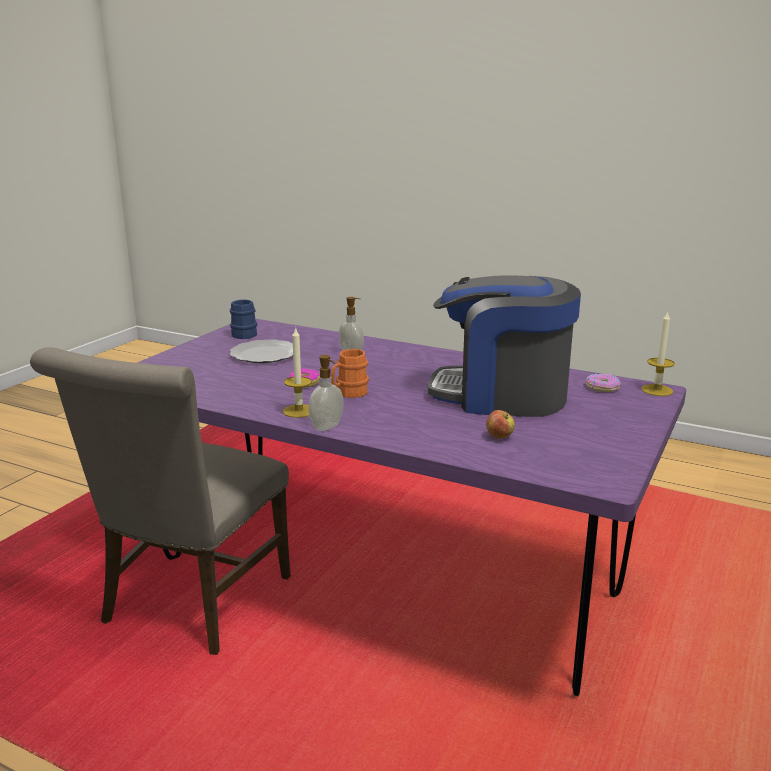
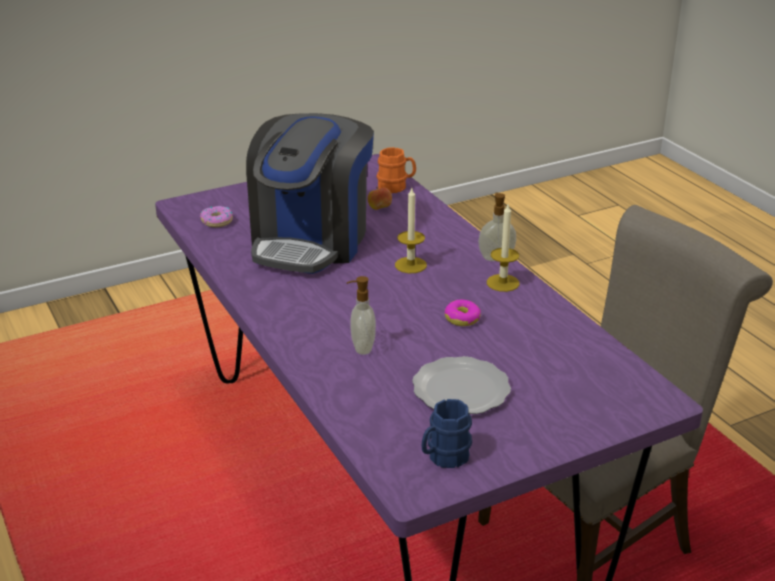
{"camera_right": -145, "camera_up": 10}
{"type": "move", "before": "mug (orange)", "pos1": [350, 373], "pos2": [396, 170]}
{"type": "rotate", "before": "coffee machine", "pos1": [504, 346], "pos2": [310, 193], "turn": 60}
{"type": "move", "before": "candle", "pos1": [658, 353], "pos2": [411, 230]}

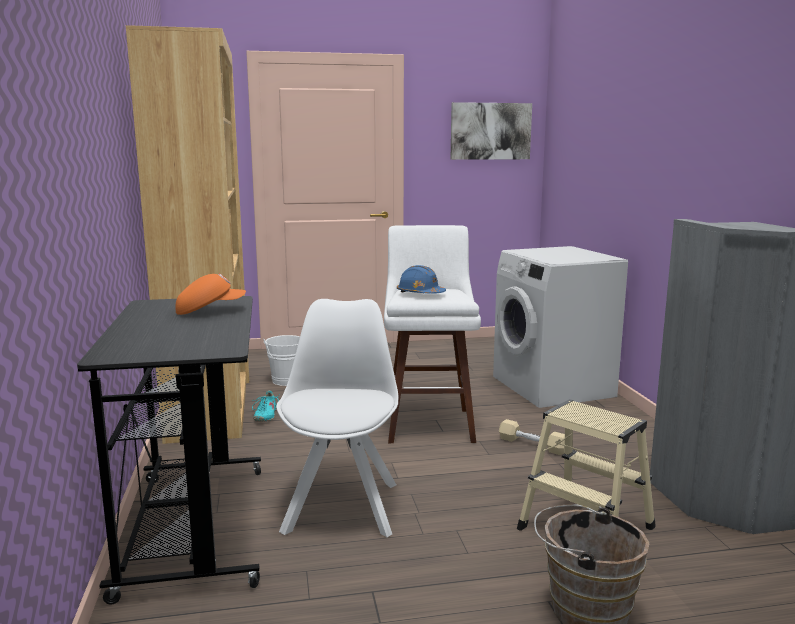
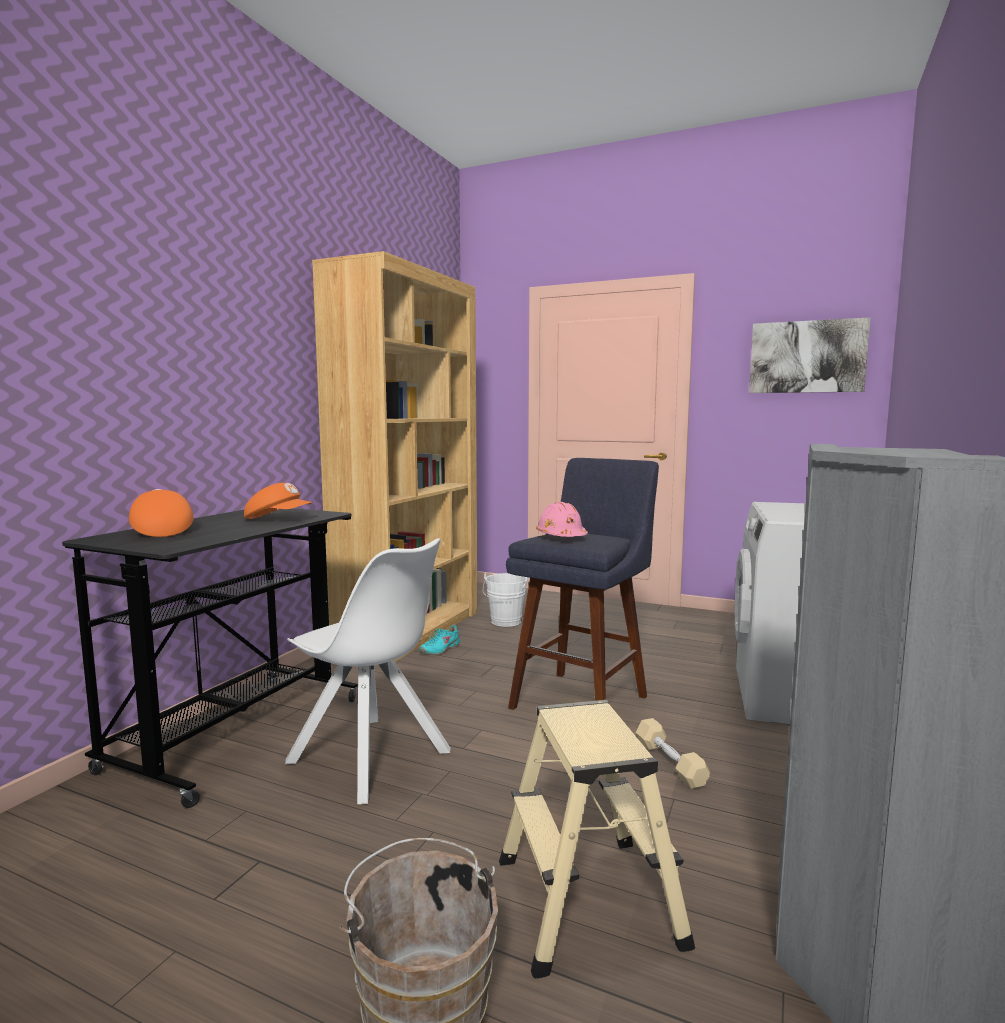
{"camera_right": 35, "camera_up": -5}
{"type": "rotate", "before": "chair (white)", "pos1": [337, 418], "pos2": [368, 671], "turn": 90}
{"type": "recolor", "before": "stool (white)", "after": "stool (blue)", "pos1": [432, 334], "pos2": [582, 584]}
{"type": "recolor", "before": "hard hat (blue)", "after": "hard hat (pink)", "pos1": [421, 279], "pos2": [562, 519]}
{"type": "insert", "after": "cap (orange)", "pos2": [161, 513]}

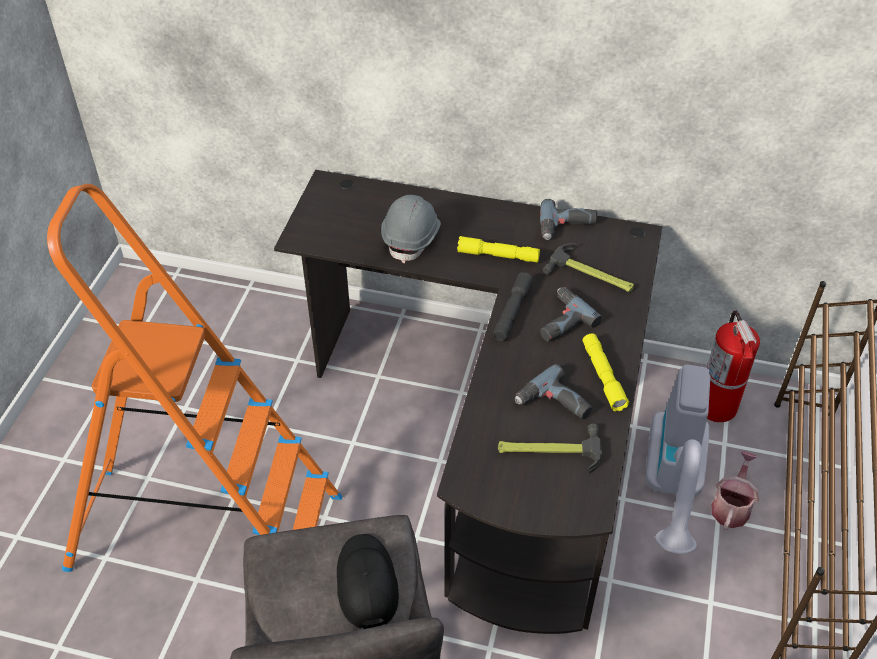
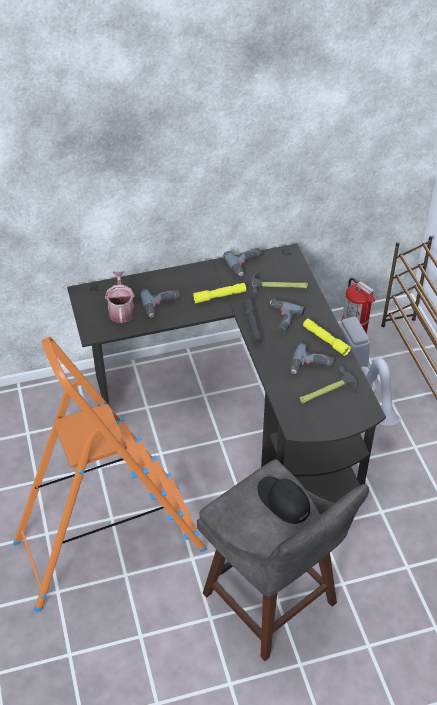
{"camera_right": -30, "camera_up": 0}
{"type": "replace", "before": "hard hat (grey)", "after": "power drill", "pos1": [411, 229], "pos2": [160, 303]}
{"type": "move", "before": "watering can", "pos1": [735, 490], "pos2": [120, 297]}

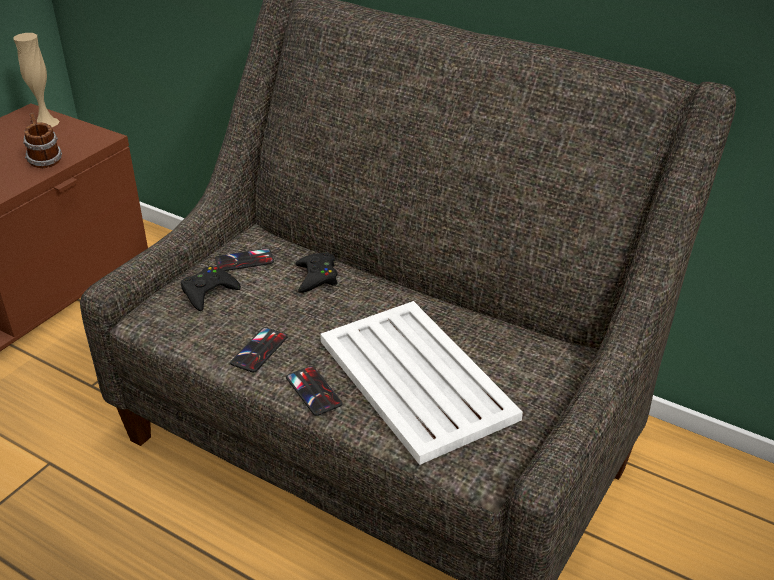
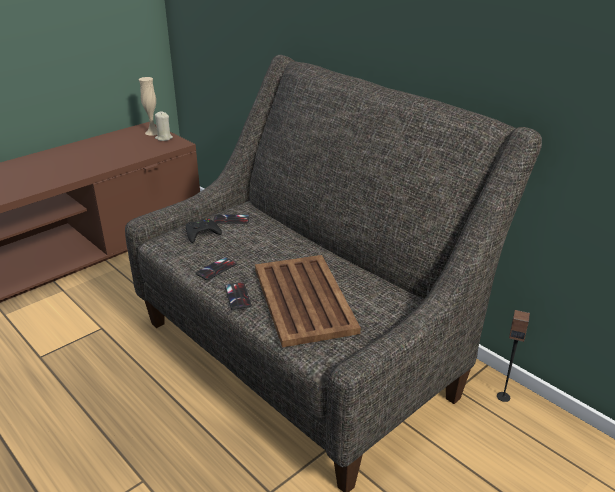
{"camera_right": 15, "camera_up": -5}
{"type": "delete", "before": "mug", "pos1": [42, 140]}
{"type": "delete", "before": "game controller (black)", "pos1": [317, 272]}
{"type": "recolor", "before": "tray (white)", "after": "tray (brown)", "pos1": [421, 383], "pos2": [308, 301]}
{"type": "insert", "after": "candle (beige)", "pos2": [164, 126]}
{"type": "insert", "after": "speaker", "pos2": [513, 356]}

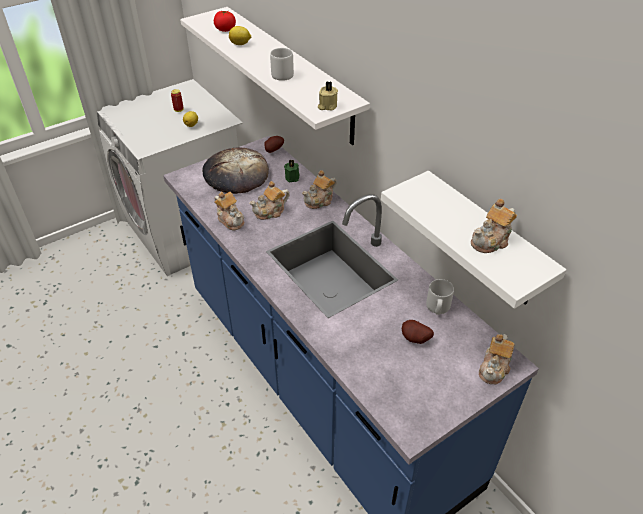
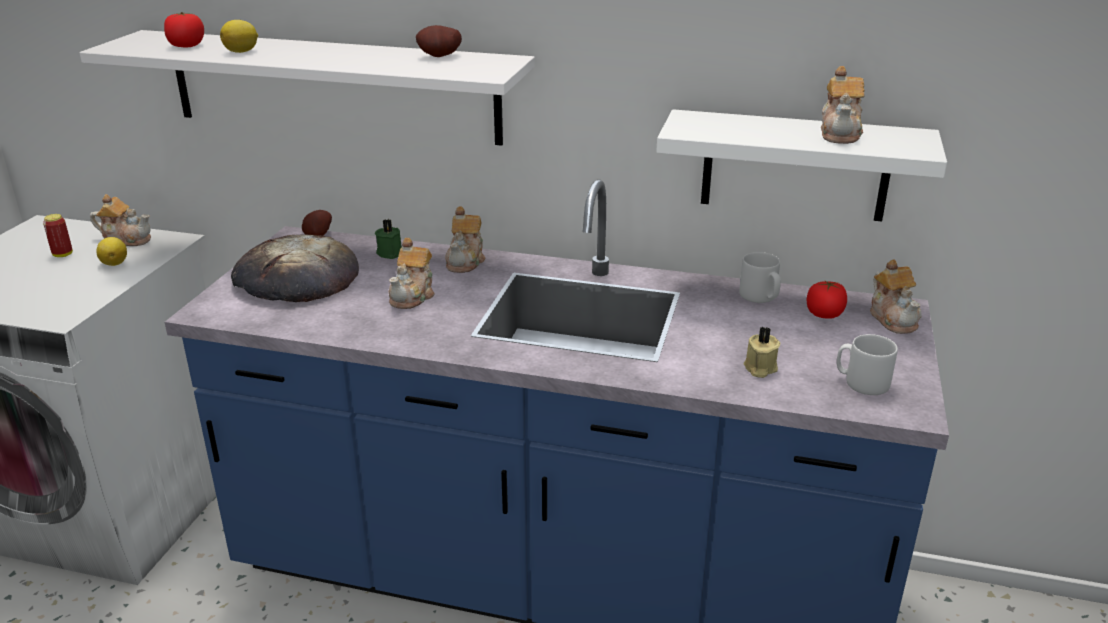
{"camera_right": -40, "camera_up": -15}
{"type": "move", "before": "teapot", "pos1": [229, 211], "pos2": [120, 220]}
{"type": "move", "before": "mug (grey)", "pos1": [282, 64], "pos2": [867, 364]}
{"type": "move", "before": "candle (beige)", "pos1": [328, 96], "pos2": [762, 352]}
{"type": "move", "before": "potato", "pos1": [418, 332], "pos2": [439, 41]}
{"type": "insert", "after": "tomato", "pos2": [827, 299]}

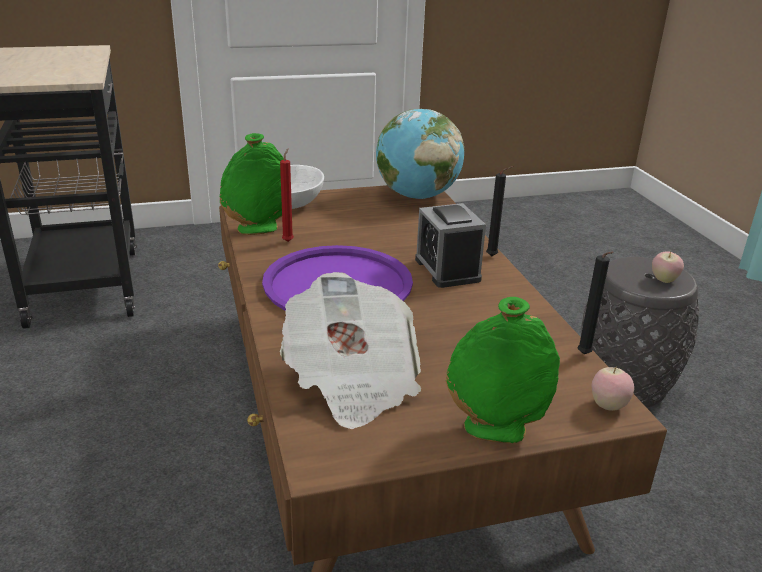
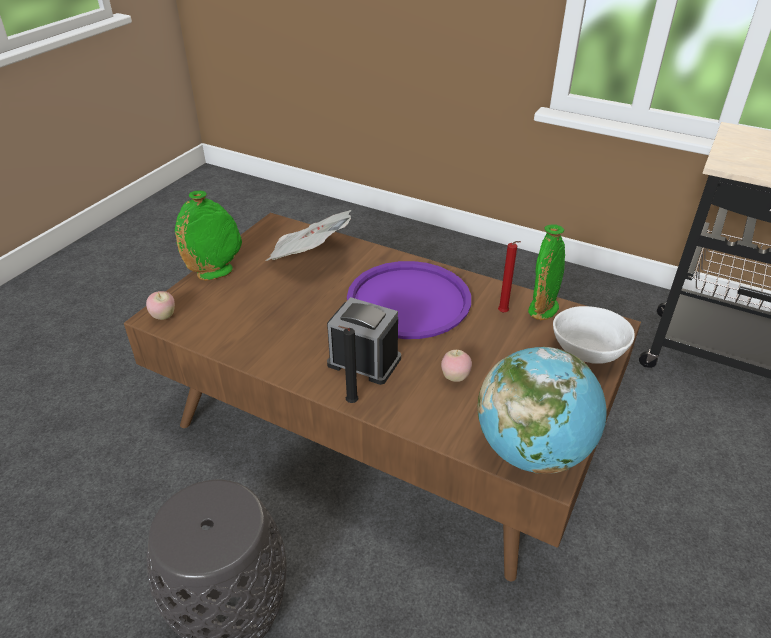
{"camera_right": 135, "camera_up": 10}
{"type": "delete", "before": "candle (black)", "pos1": [595, 303]}
{"type": "move", "before": "apple", "pos1": [668, 267], "pos2": [456, 366]}

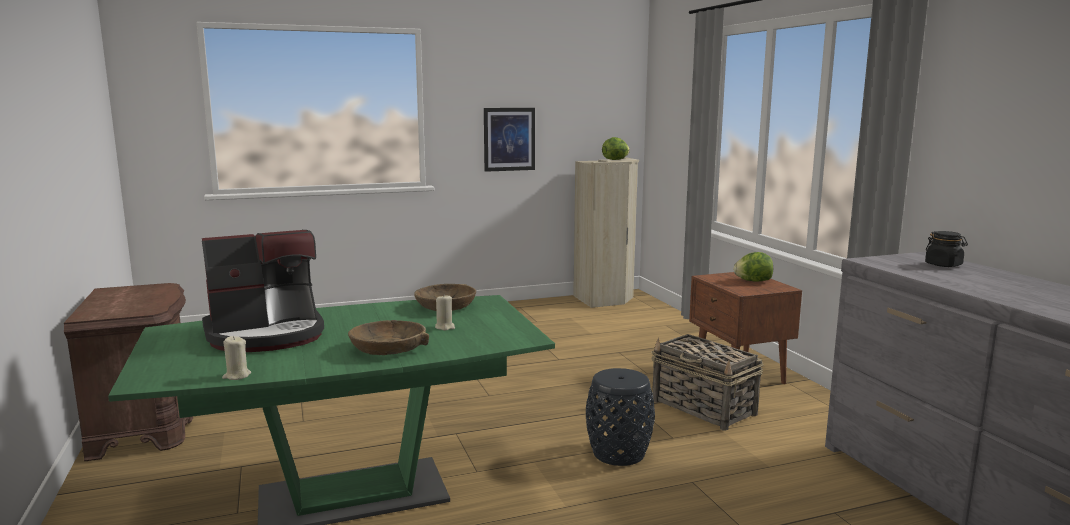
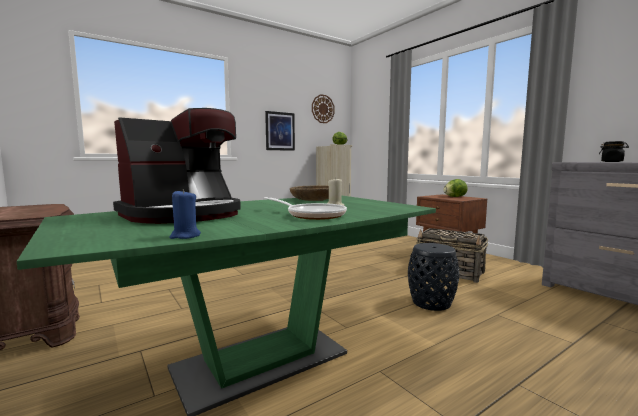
{"camera_right": -15, "camera_up": -5}
{"type": "recolor", "before": "candle (beige)", "after": "candle (blue)", "pos1": [236, 358], "pos2": [185, 214]}
{"type": "replace", "before": "bowl (brown)", "after": "frying pan", "pos1": [388, 337], "pos2": [305, 208]}
{"type": "insert", "after": "wall clock", "pos2": [323, 108]}

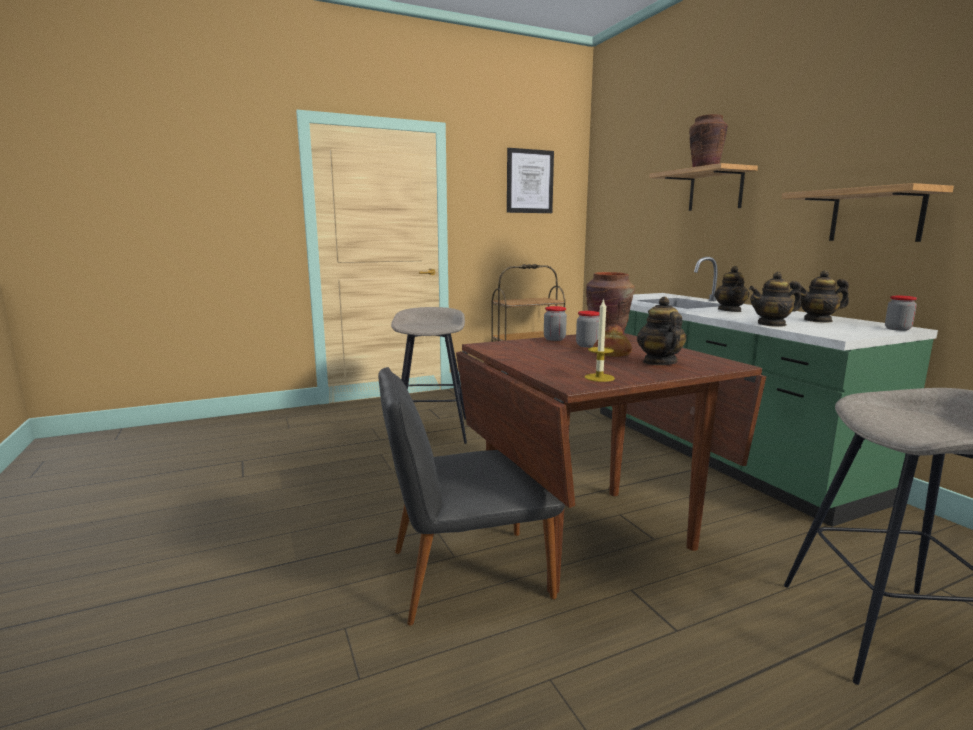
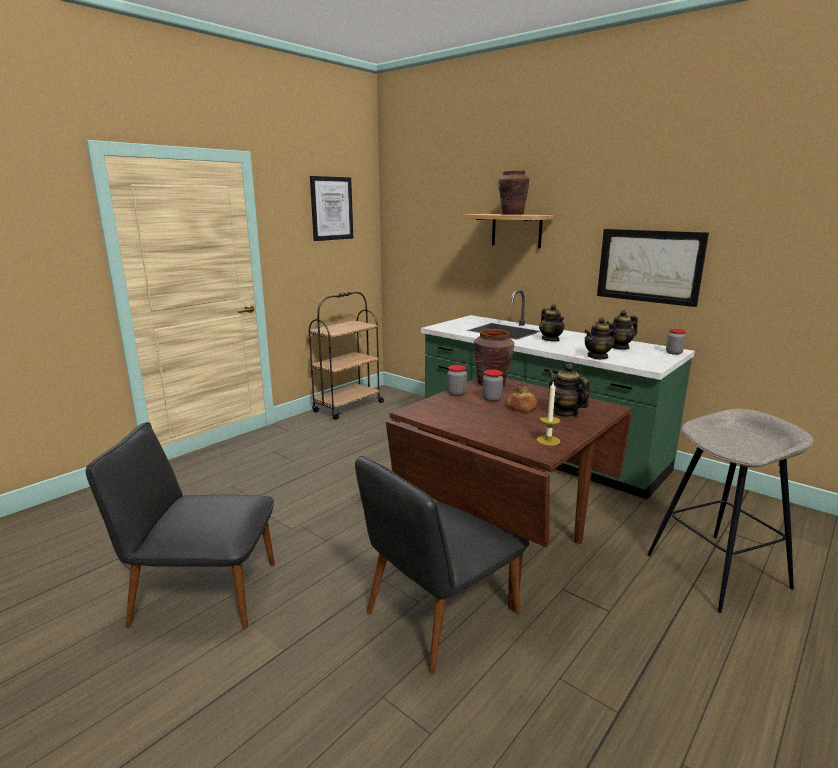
{"camera_right": -25, "camera_up": 5}
{"type": "delete", "before": "stool (grey)", "pos1": [429, 375]}
{"type": "replace", "before": "shelf", "after": "picture", "pos1": [868, 212], "pos2": [653, 268]}
{"type": "insert", "after": "chair (black)", "pos2": [180, 525]}

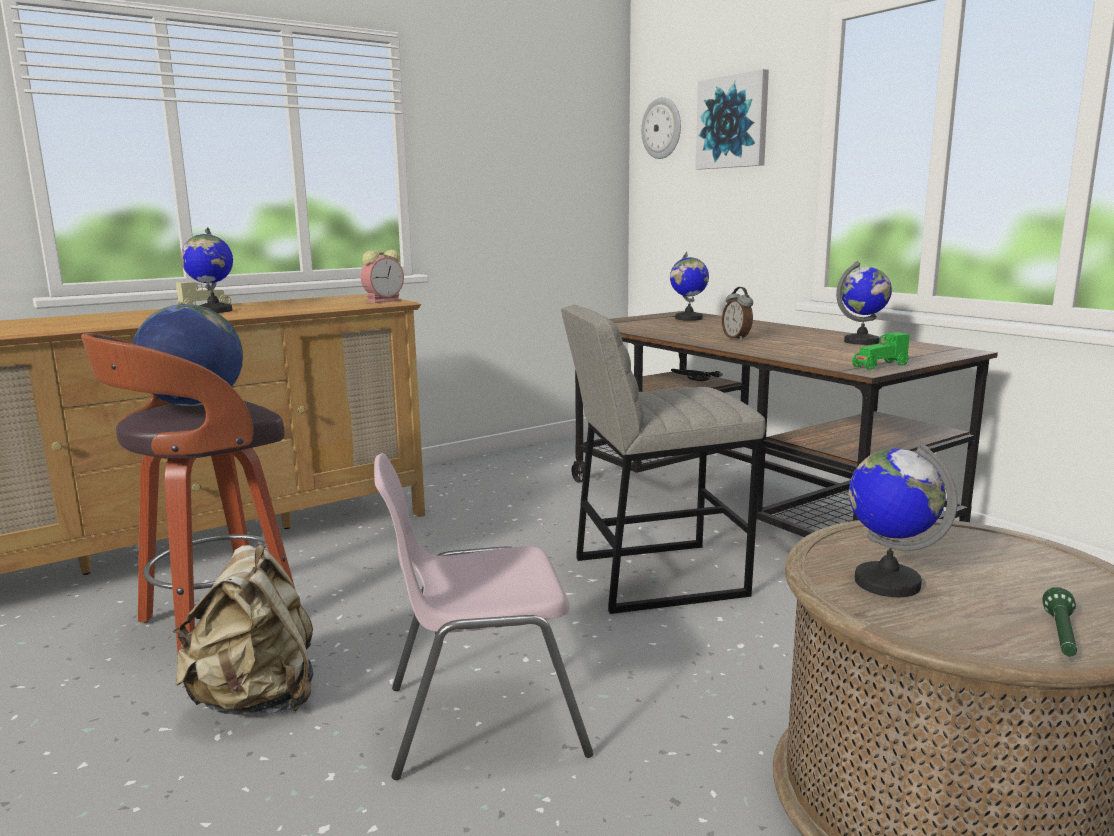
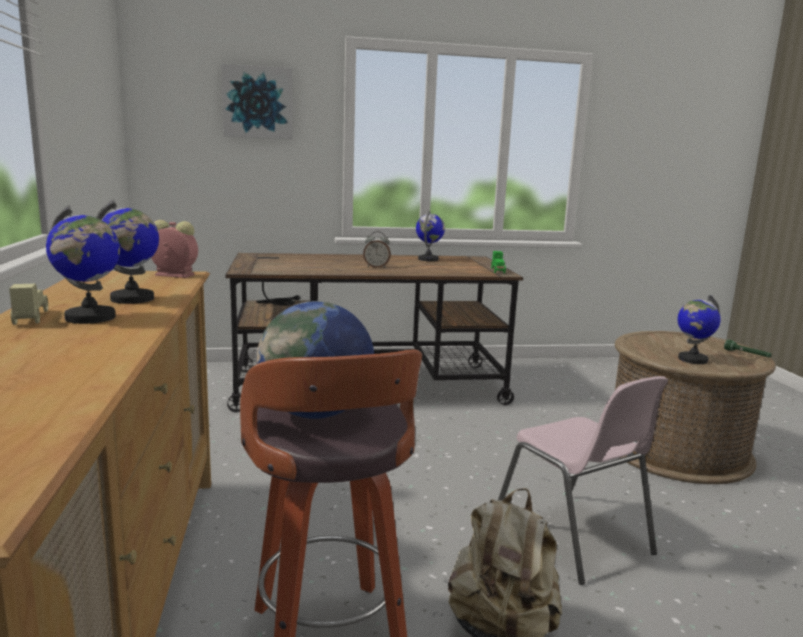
{"camera_right": -65, "camera_up": 0}
{"type": "rotate", "before": "alarm clock", "pos1": [382, 276], "pos2": [174, 249], "turn": -60}
{"type": "rotate", "before": "chair (pink)", "pos1": [483, 616], "pos2": [583, 480], "turn": -45}
{"type": "delete", "before": "chair (grey)", "pos1": [663, 459]}
{"type": "delete", "before": "wall clock", "pos1": [661, 128]}
{"type": "move", "before": "globe", "pos1": [689, 286], "pos2": [127, 252]}

